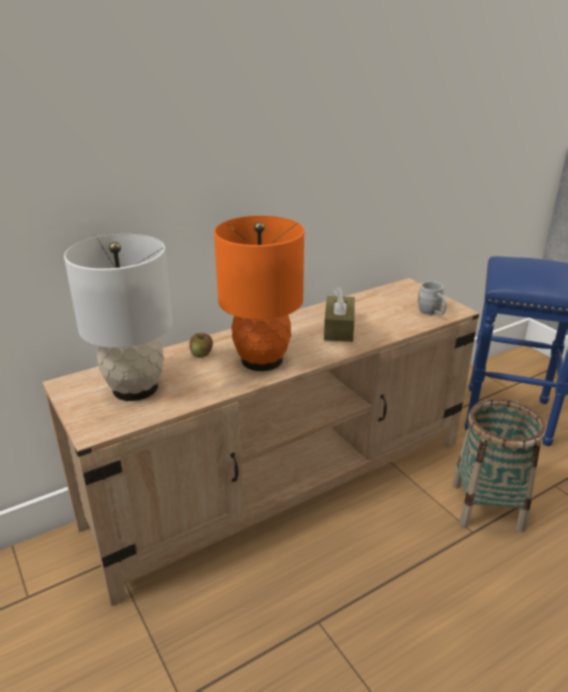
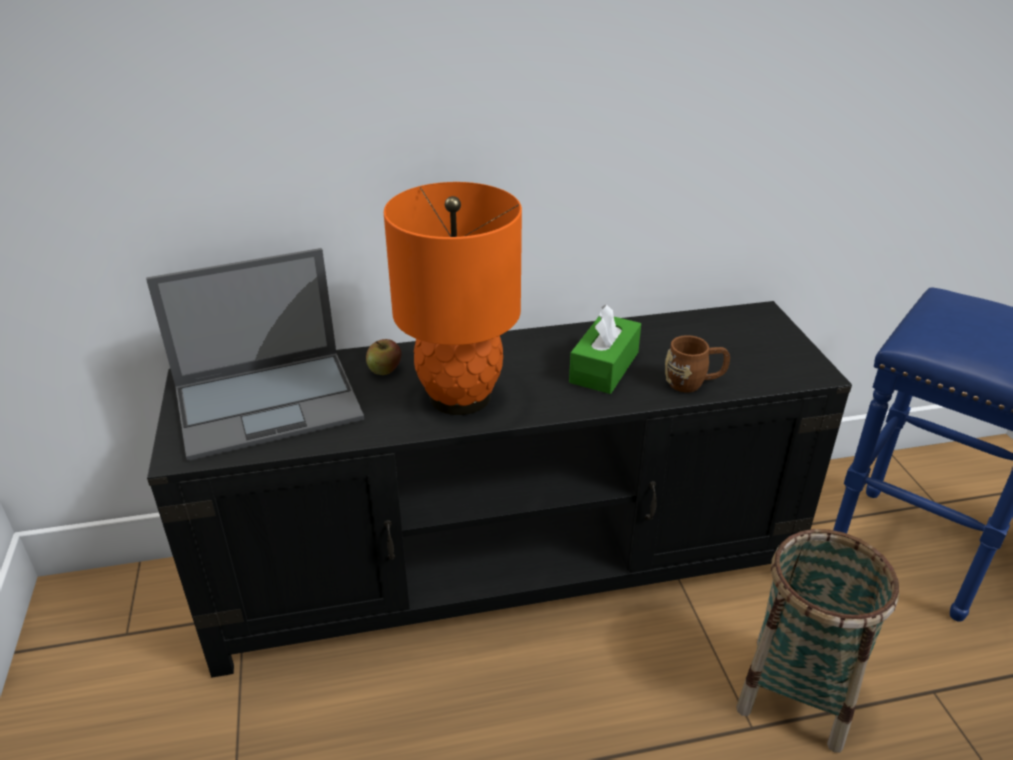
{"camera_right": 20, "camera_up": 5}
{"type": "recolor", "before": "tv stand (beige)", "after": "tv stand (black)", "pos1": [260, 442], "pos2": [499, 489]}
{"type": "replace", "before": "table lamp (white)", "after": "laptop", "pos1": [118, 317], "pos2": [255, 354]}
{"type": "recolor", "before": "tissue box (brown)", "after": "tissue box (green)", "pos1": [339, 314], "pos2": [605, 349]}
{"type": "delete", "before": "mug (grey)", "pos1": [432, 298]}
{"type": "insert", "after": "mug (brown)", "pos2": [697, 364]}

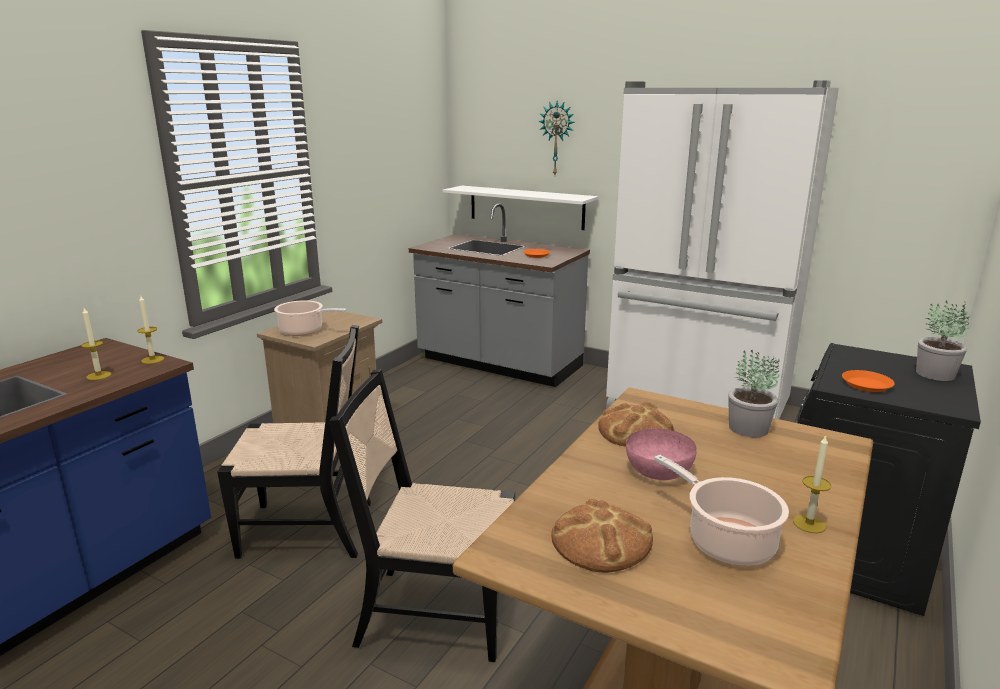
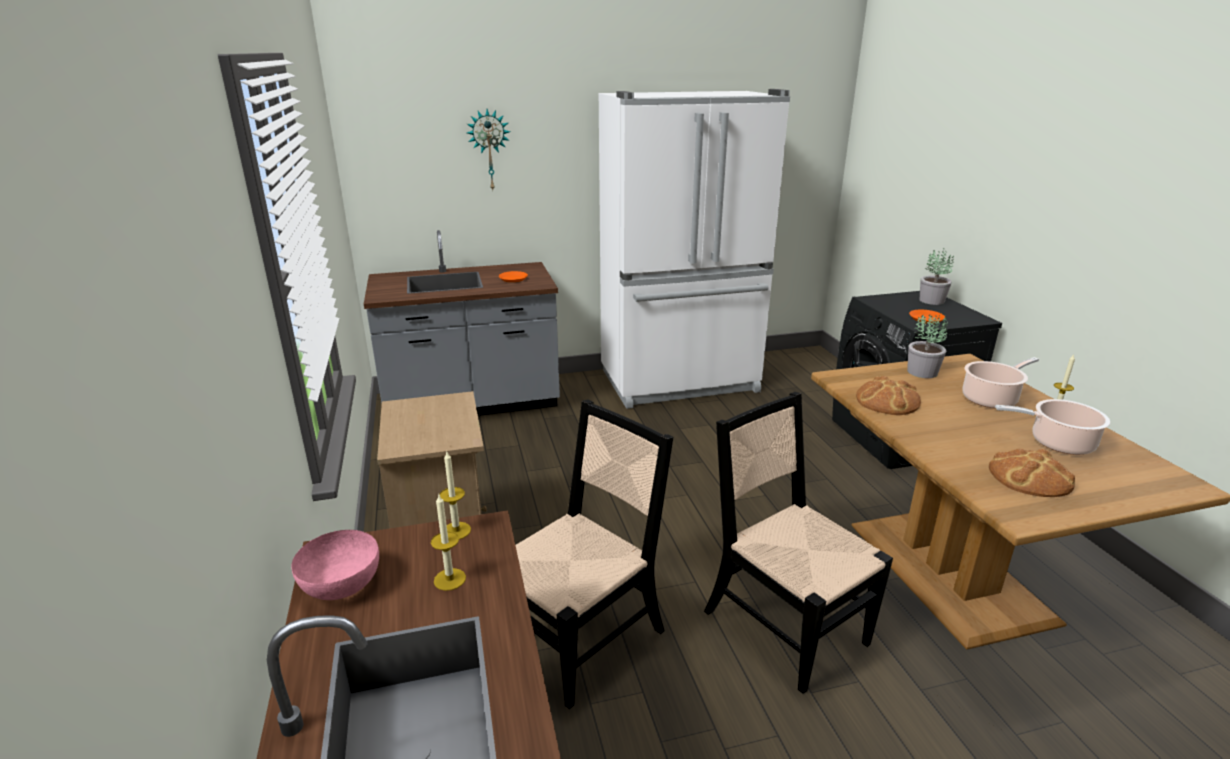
{"camera_right": -45, "camera_up": 5}
{"type": "move", "before": "cooking pot", "pos1": [310, 318], "pos2": [1000, 383]}
{"type": "rotate", "before": "chair", "pos1": [422, 515], "pos2": [798, 543], "turn": 90}
{"type": "delete", "before": "shelf (white)", "pos1": [520, 208]}
{"type": "move", "before": "bowl (pink)", "pos1": [661, 454], "pos2": [335, 565]}

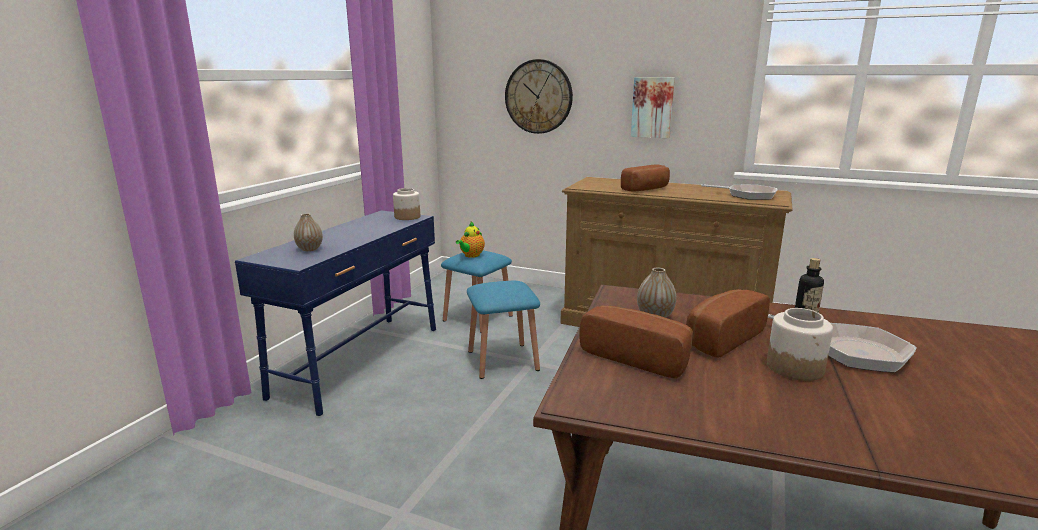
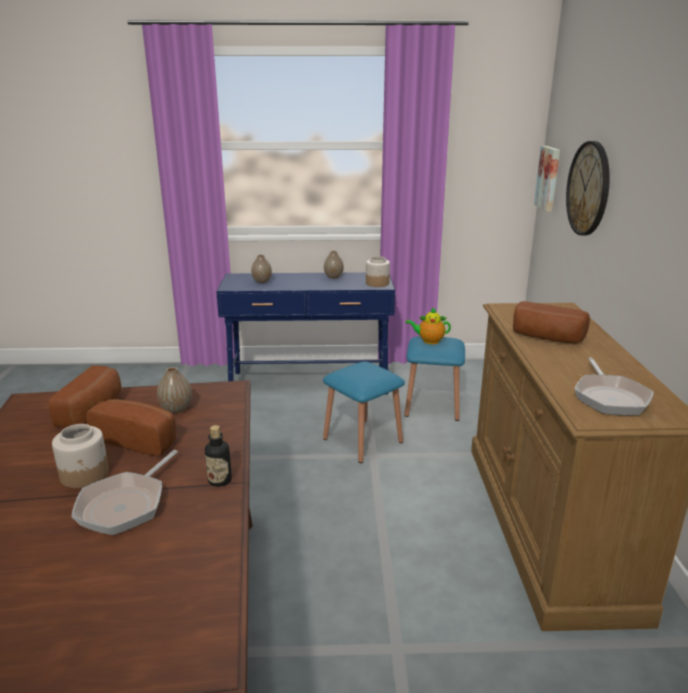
{"camera_right": 65, "camera_up": 5}
{"type": "move", "before": "picture", "pos1": [653, 107], "pos2": [547, 179]}
{"type": "insert", "after": "vase", "pos2": [334, 265]}

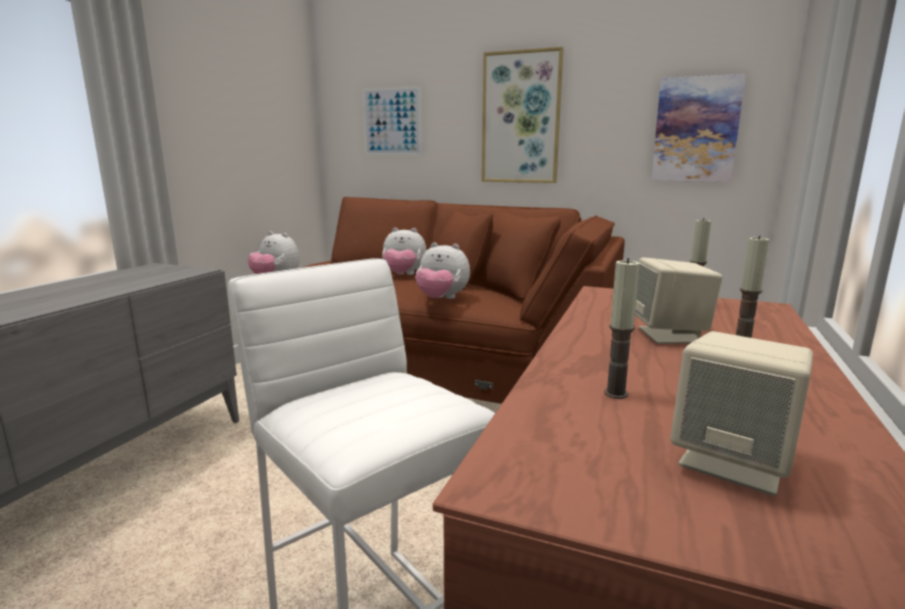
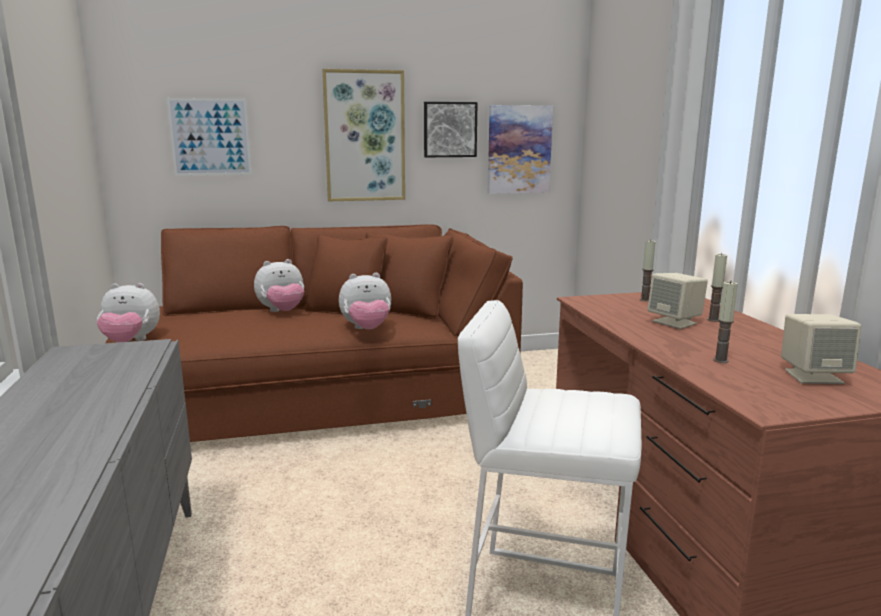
{"camera_right": -35, "camera_up": 0}
{"type": "insert", "after": "picture", "pos2": [450, 129]}

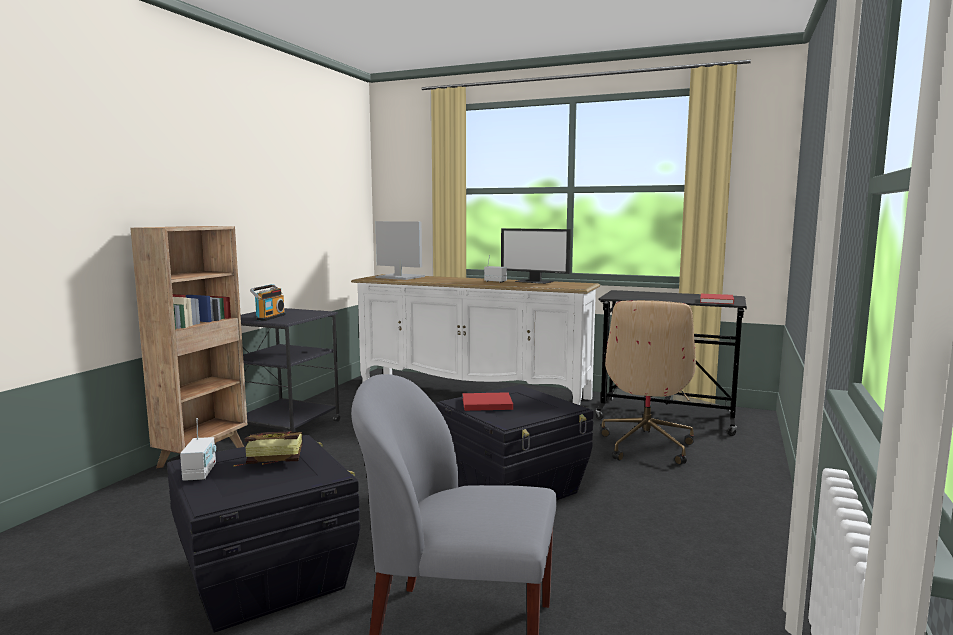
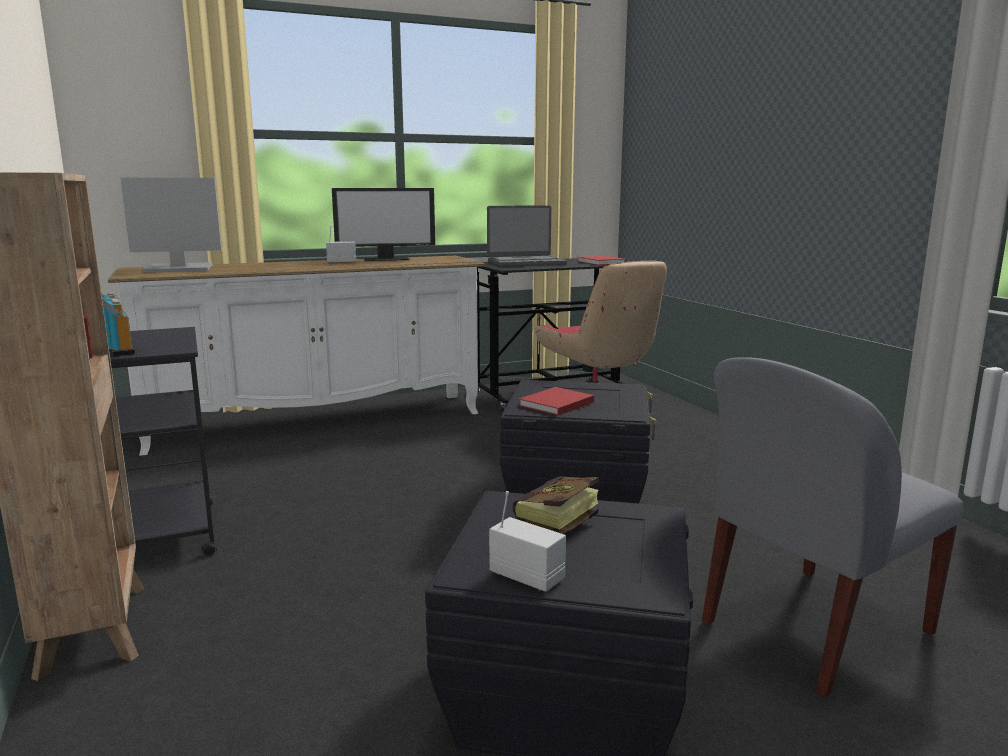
{"camera_right": -45, "camera_up": 5}
{"type": "insert", "after": "laptop", "pos2": [527, 236]}

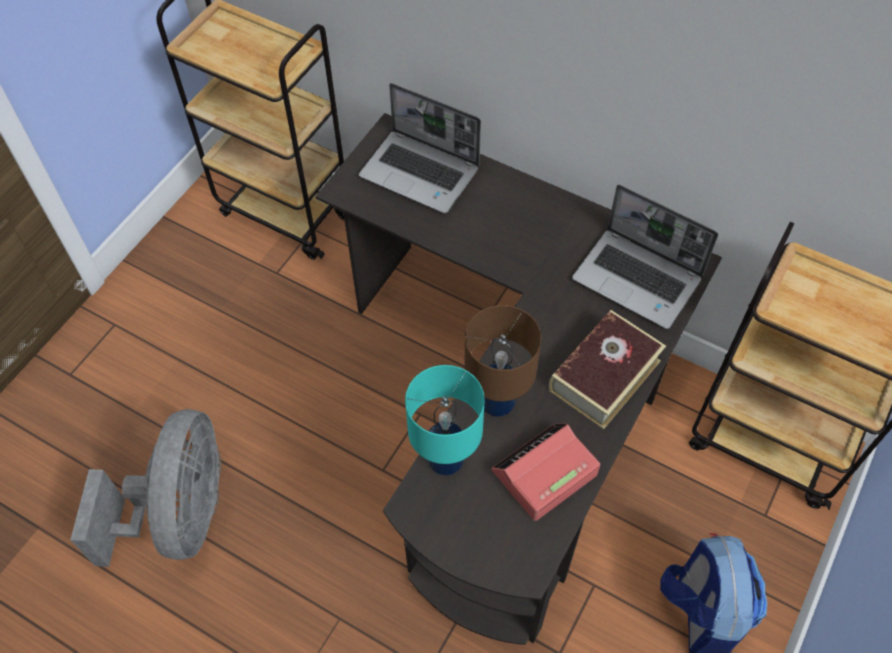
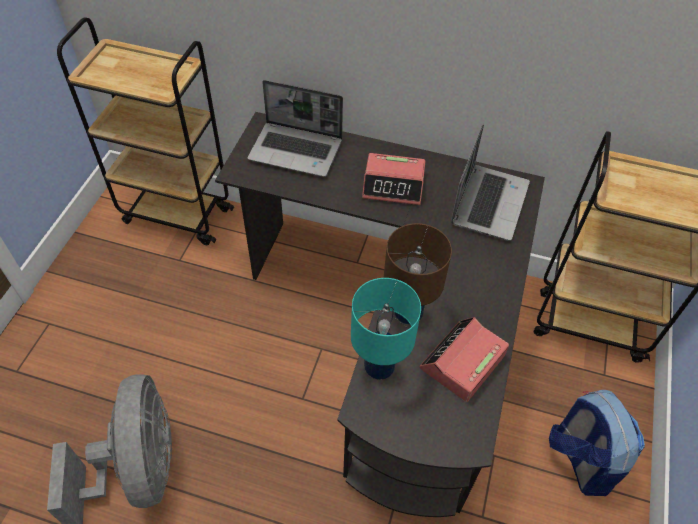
{"camera_right": -15, "camera_up": -5}
{"type": "delete", "before": "book", "pos1": [607, 369]}
{"type": "rotate", "before": "laptop", "pos1": [645, 256], "pos2": [490, 182], "turn": -90}
{"type": "insert", "after": "alarm clock", "pos2": [393, 179]}

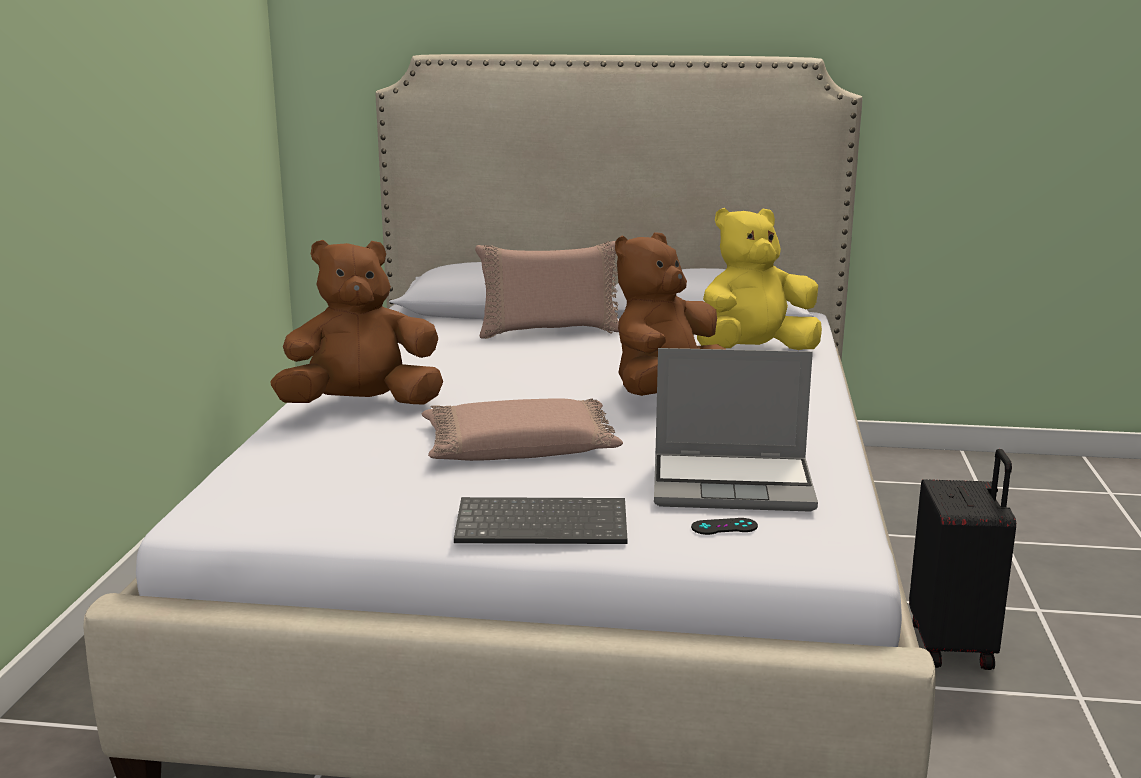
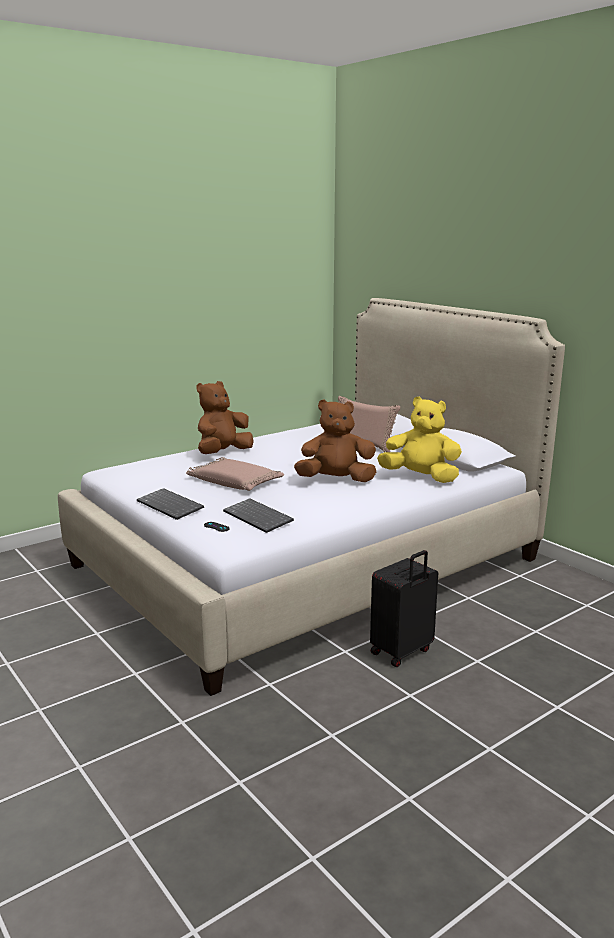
{"camera_right": 45, "camera_up": 0}
{"type": "rotate", "before": "plush toy (brown)", "pos1": [356, 322], "pos2": [225, 417], "turn": -75}
{"type": "replace", "before": "laptop", "after": "keyboard", "pos1": [736, 430], "pos2": [258, 515]}

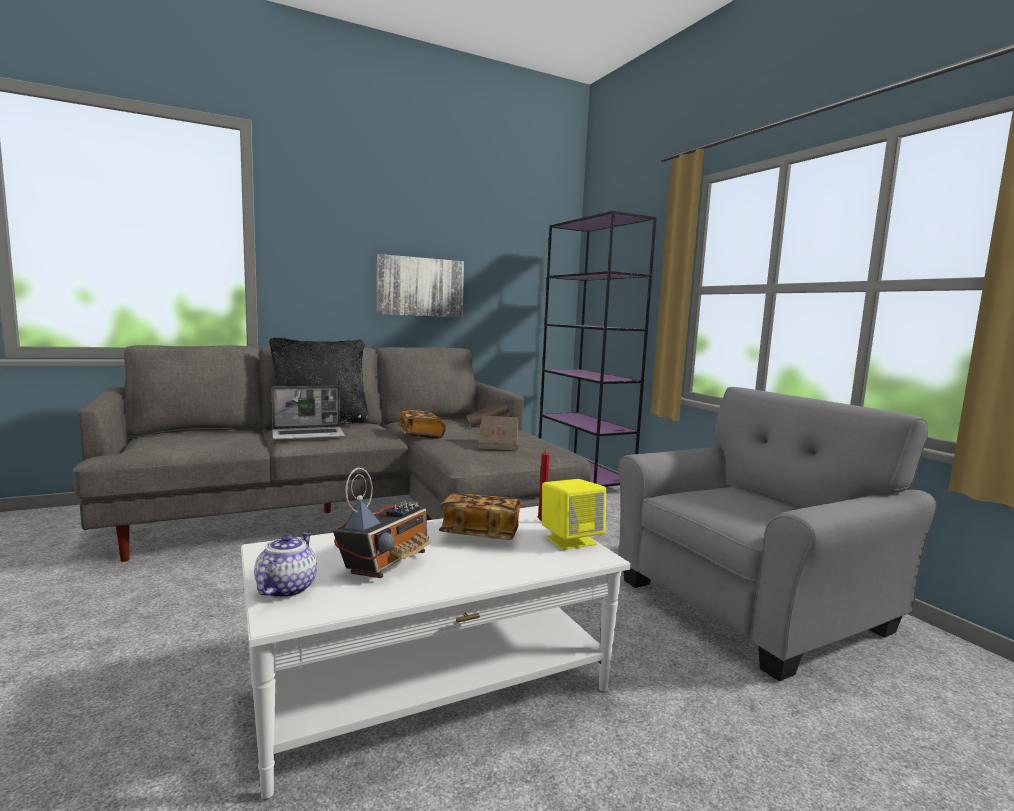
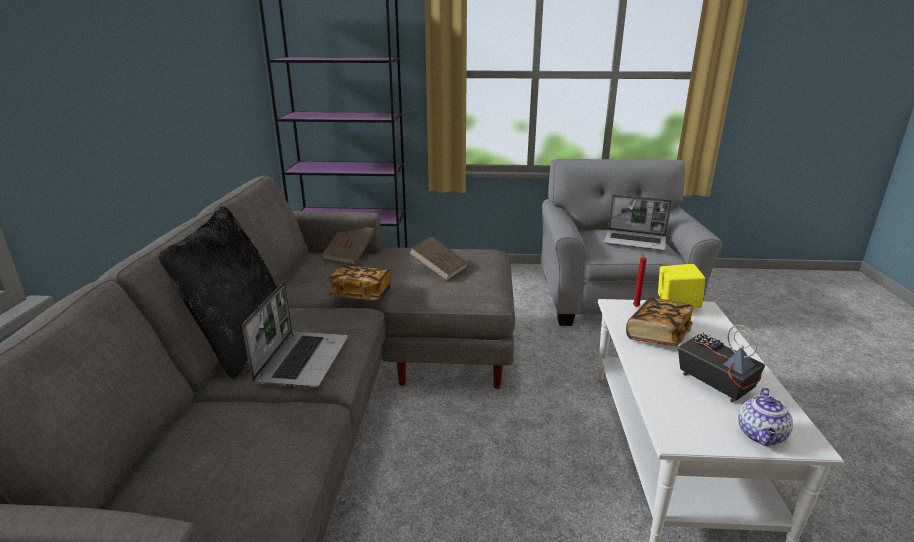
{"camera_right": -60, "camera_up": 15}
{"type": "rotate", "before": "teapot", "pos1": [285, 565], "pos2": [765, 416], "turn": -105}
{"type": "delete", "before": "picture", "pos1": [420, 286]}
{"type": "insert", "after": "laptop", "pos2": [638, 222]}

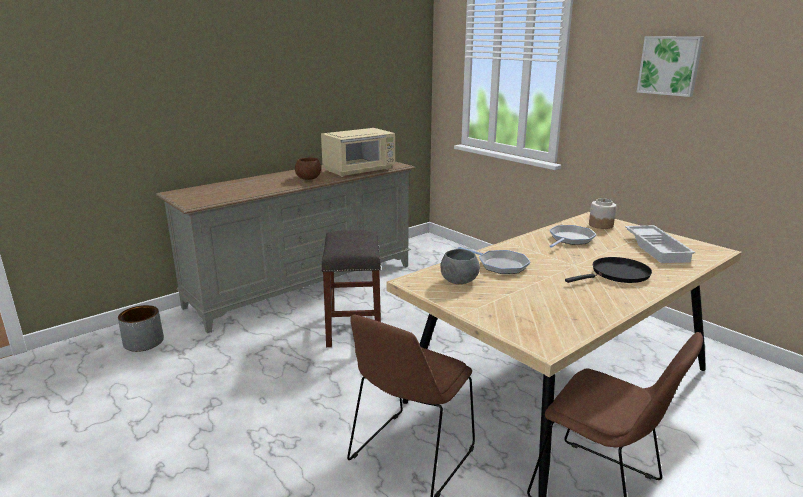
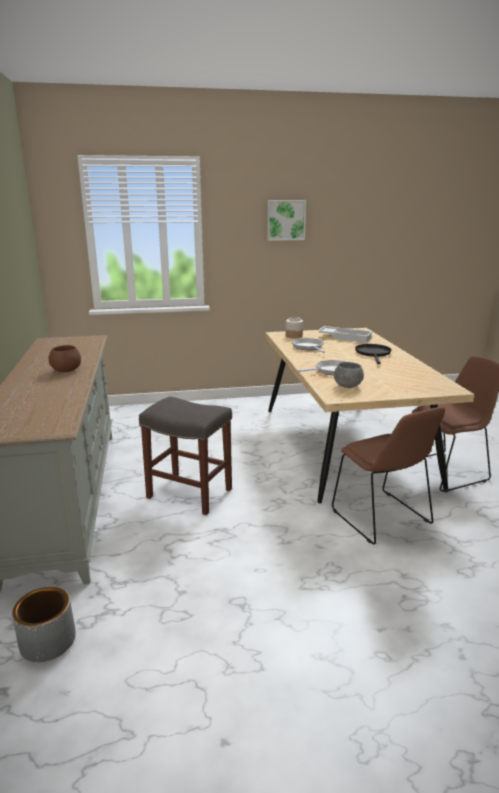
{"camera_right": -60, "camera_up": 0}
{"type": "delete", "before": "microwave (beige)", "pos1": [358, 152]}

